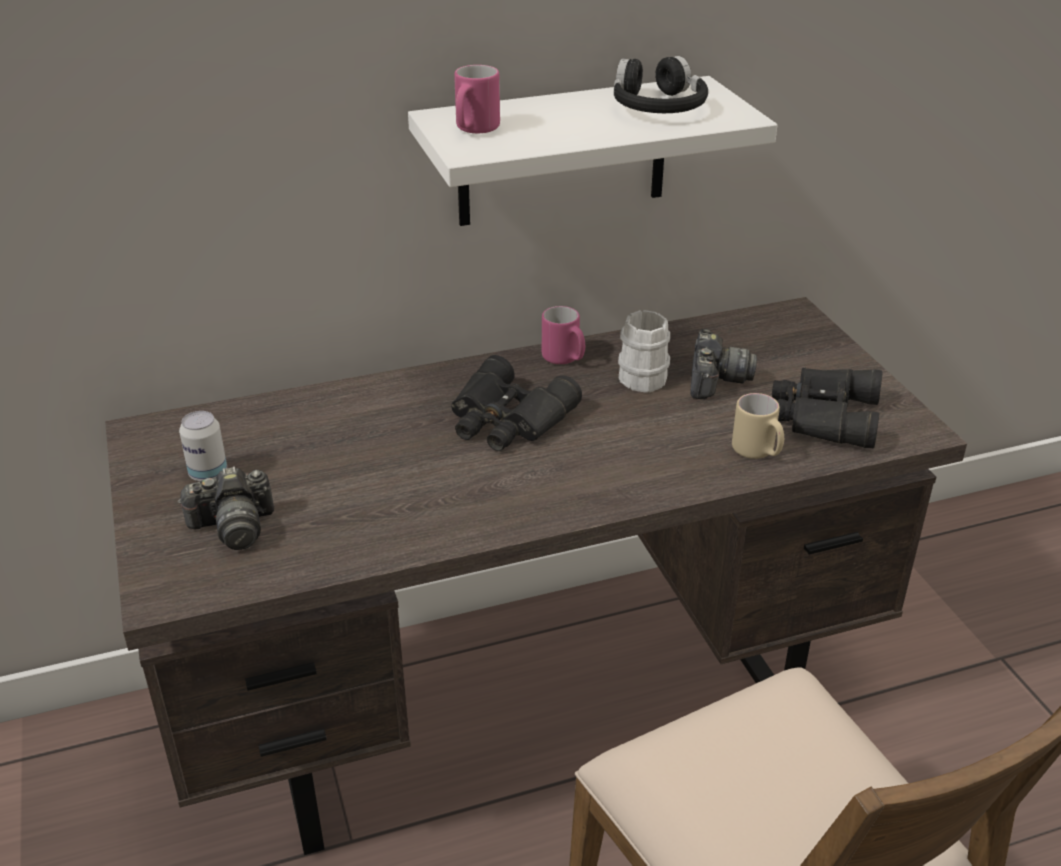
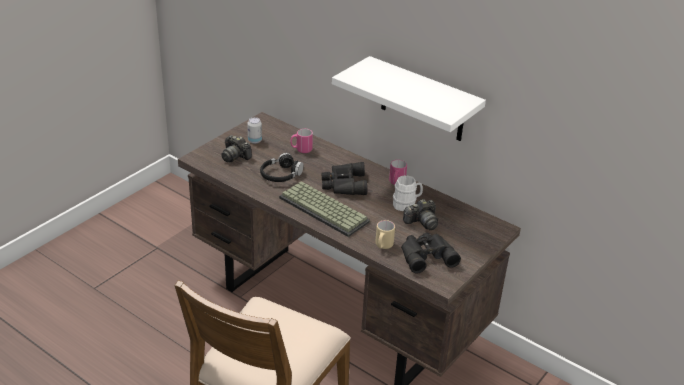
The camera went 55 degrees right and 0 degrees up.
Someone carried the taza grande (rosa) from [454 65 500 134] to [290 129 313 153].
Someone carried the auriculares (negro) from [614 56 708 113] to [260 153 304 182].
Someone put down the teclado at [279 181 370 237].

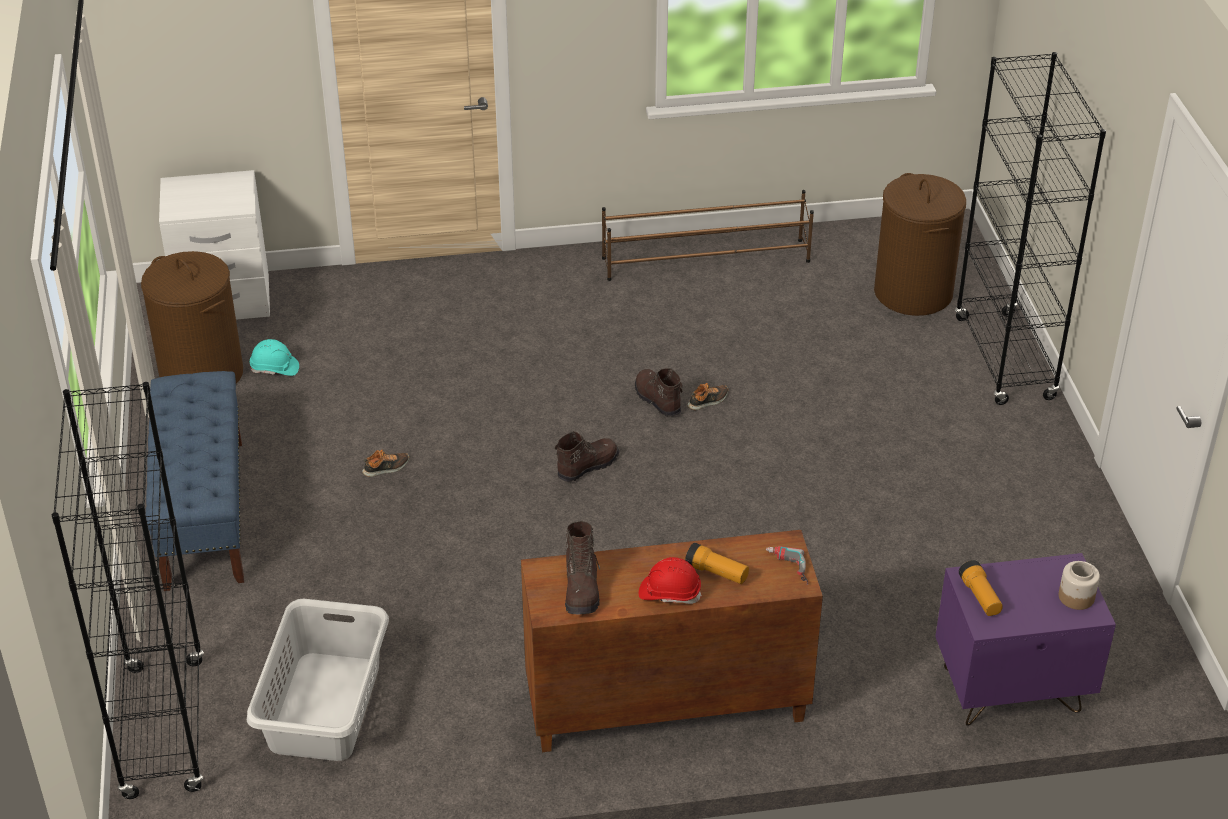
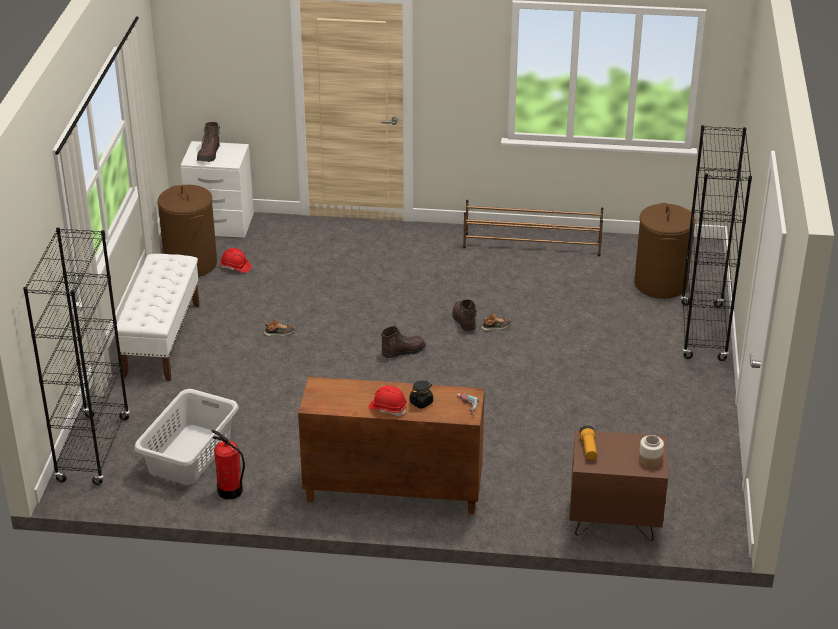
The camera went 15 degrees right and 5 degrees down.
Someone repainted the banco (azul) at [145 371 244 591], which became the banco (blanco) at [113 254 200 381].
Someone repainted the casco (turquesa) at [250 339 299 376], which became the casco (rojo) at [220 248 251 273].
Someone carried the bota (marrón) from [565 521 600 614] to [197 122 220 162].
Someone swapped the linterna at [685 543 749 584] for the tarro (negro) at [410 380 433 409].
Someone repainted the mesita de noche (morado) at [935 553 1116 726], which became the mesita de noche (marrón) at [569 430 668 541].
Someone put down the extintor at [212 430 245 499].

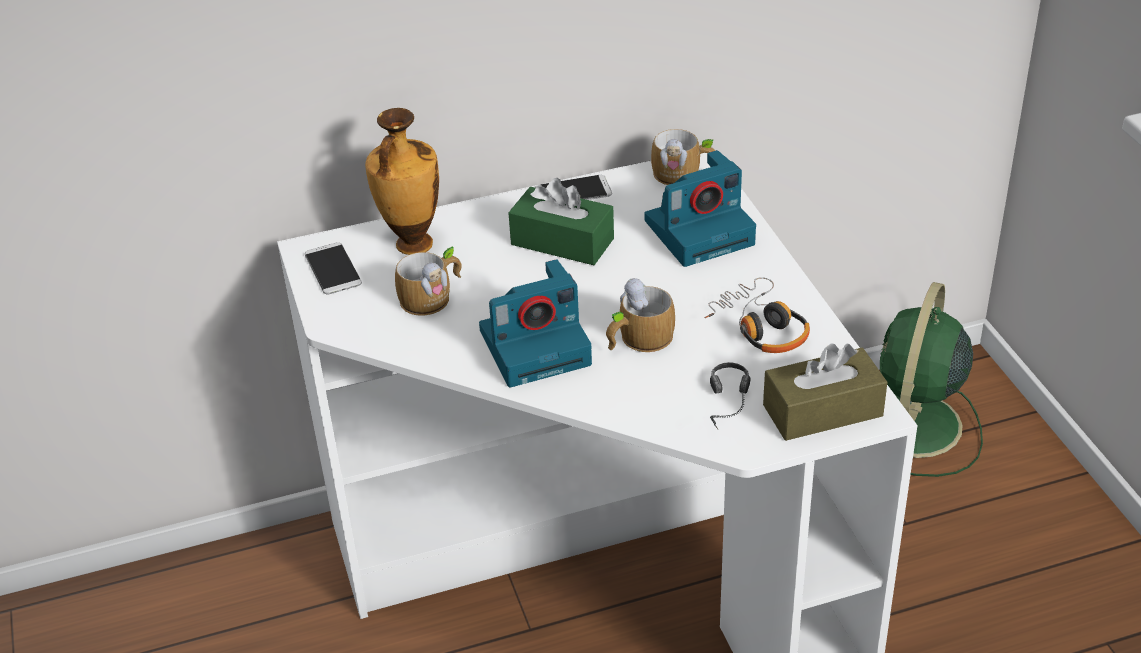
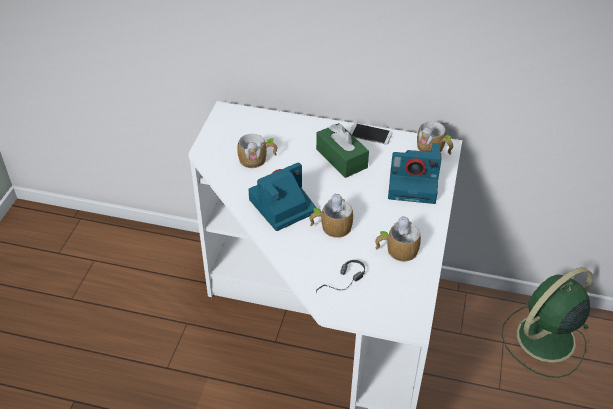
The camera went 30 degrees right and 5 degrees up.
Someone took away the móvil at [305 242 362 294].
Someone took away the florero at [365 108 439 255].
Someone rotated the cámara at [479 259 592 387] by 135 degrees clockwise.
Someone swapped the auriculares at [705 277 810 353] for the taza grande at [375 216 421 262].
Someone took away the caja de pañuelos (marrón) at [763 343 887 441].

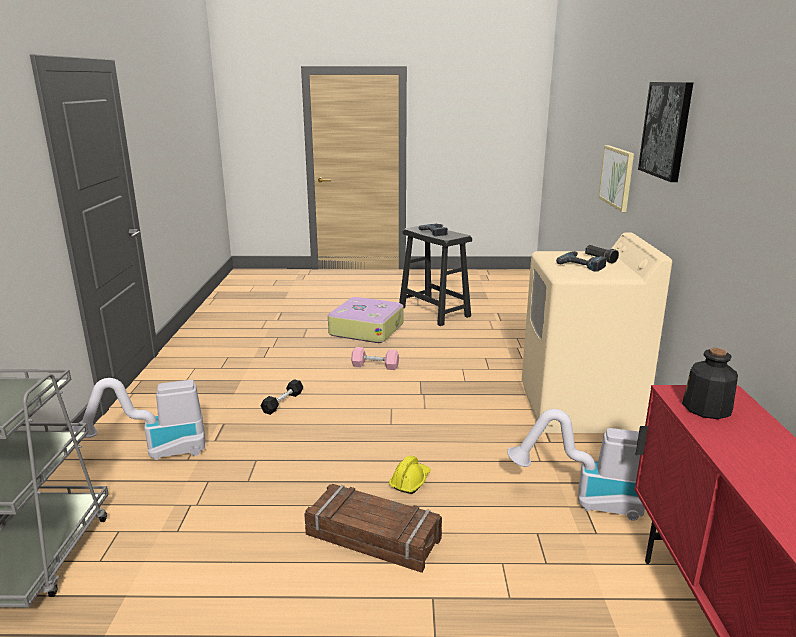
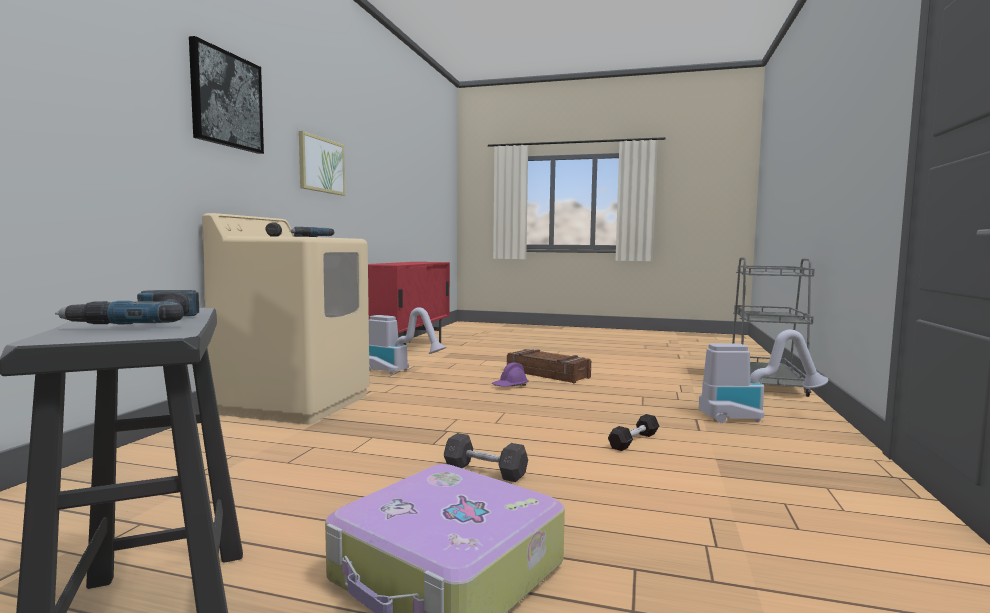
The camera went 165 degrees left and 15 degrees down.
Someone repainted the mancuerna (rosa) at [351 347 399 370], which became the mancuerna (gris) at [444 433 528 482].
Someone repainted the casco (amarillo) at [389 455 431 494], which became the casco (morado) at [492 362 529 387].
Someone carried the cuadro from [598 145 634 212] to [299 131 345 195].
Someone took away the botella at [682 348 738 419].

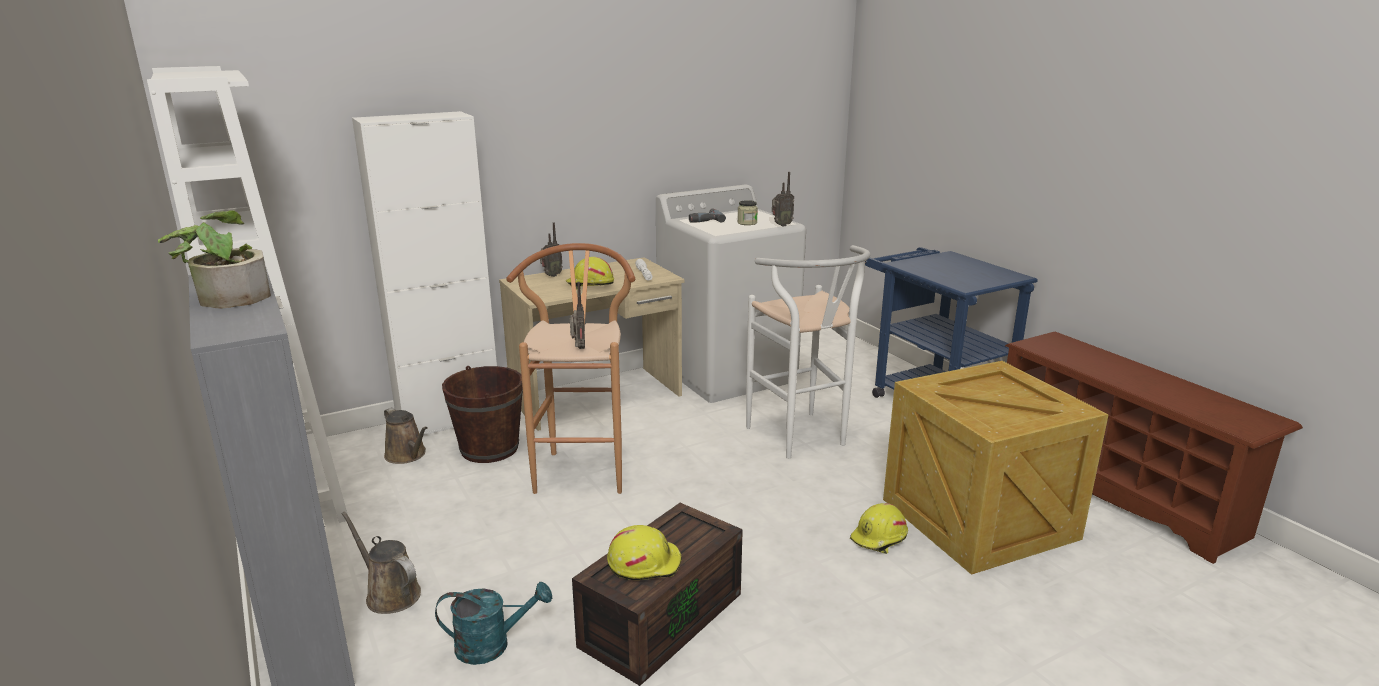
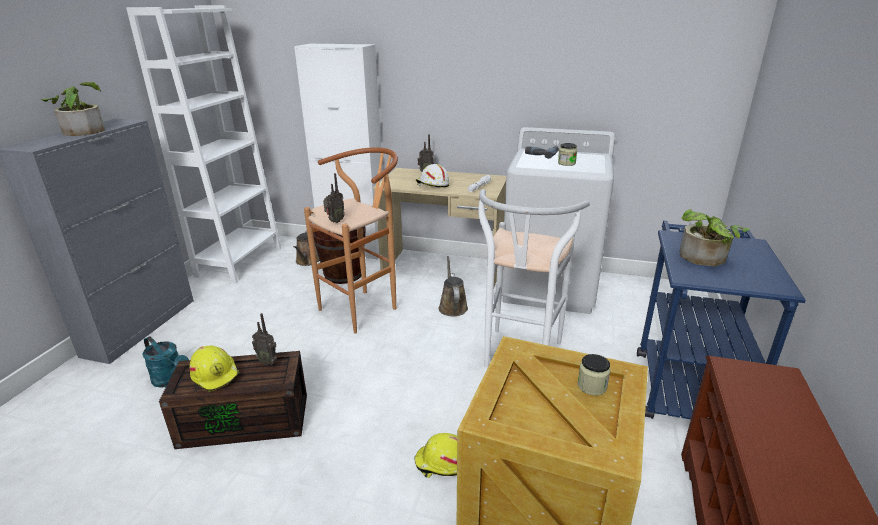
The camera went 45 degrees right and 5 degrees up.
Someone carried the regadera (marrón) from [342 511 421 614] to [439 256 468 317].
Someone repainted the casco (amarillo) at [566 257 614 289], which became the casco (blanco) at [416 164 450 187].
Someone carried the radio from [772 172 794 226] to [252 313 277 365].
Someone put down the tarro at [578 354 610 396].
Someone put down the planta en maceta at [680 209 750 267].

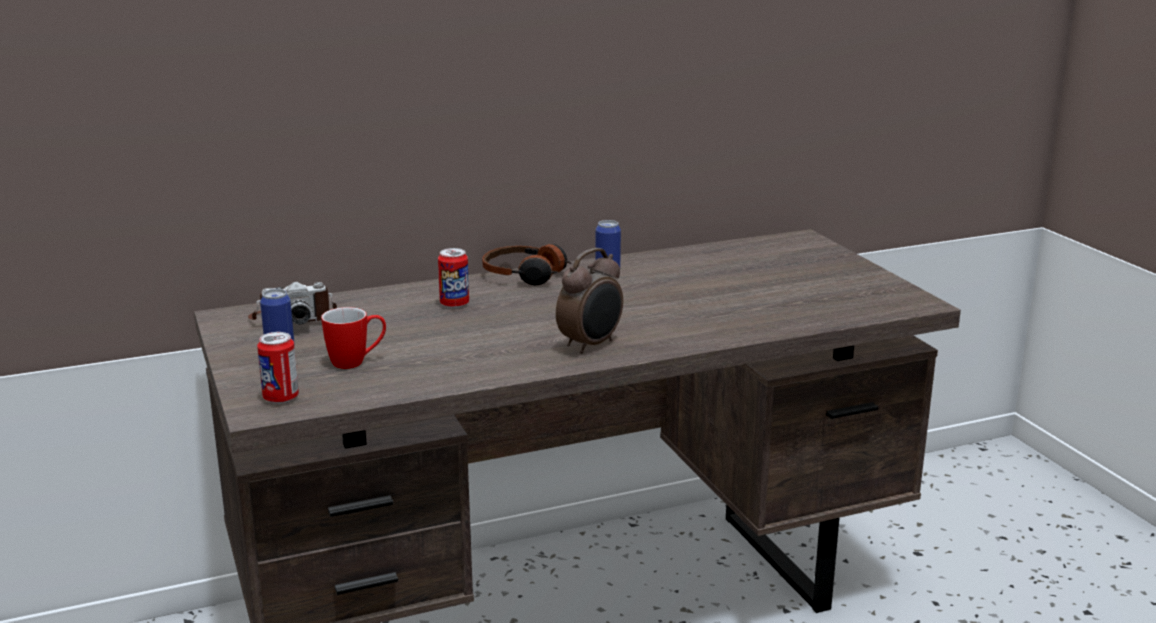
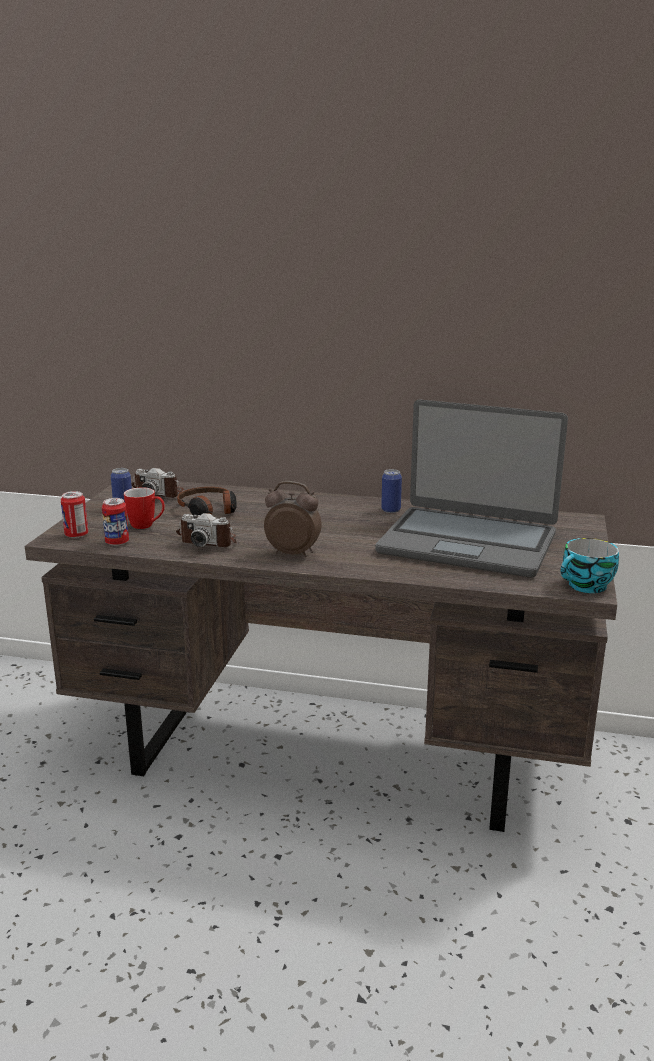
The camera went 35 degrees right and 0 degrees up.
Someone carried the lata from [438 248 469 308] to [102 498 129 546].
Someone carried the auriculares from [482 244 572 286] to [177 487 237 515].
Someone rotated the despertador at [556 248 623 354] by 150 degrees counterclockwise.
Someone put down the cámara at [176 513 237 547].
Someone put down the portátil at [375 399 568 578].
Someone put down the taza at [561 538 619 593].

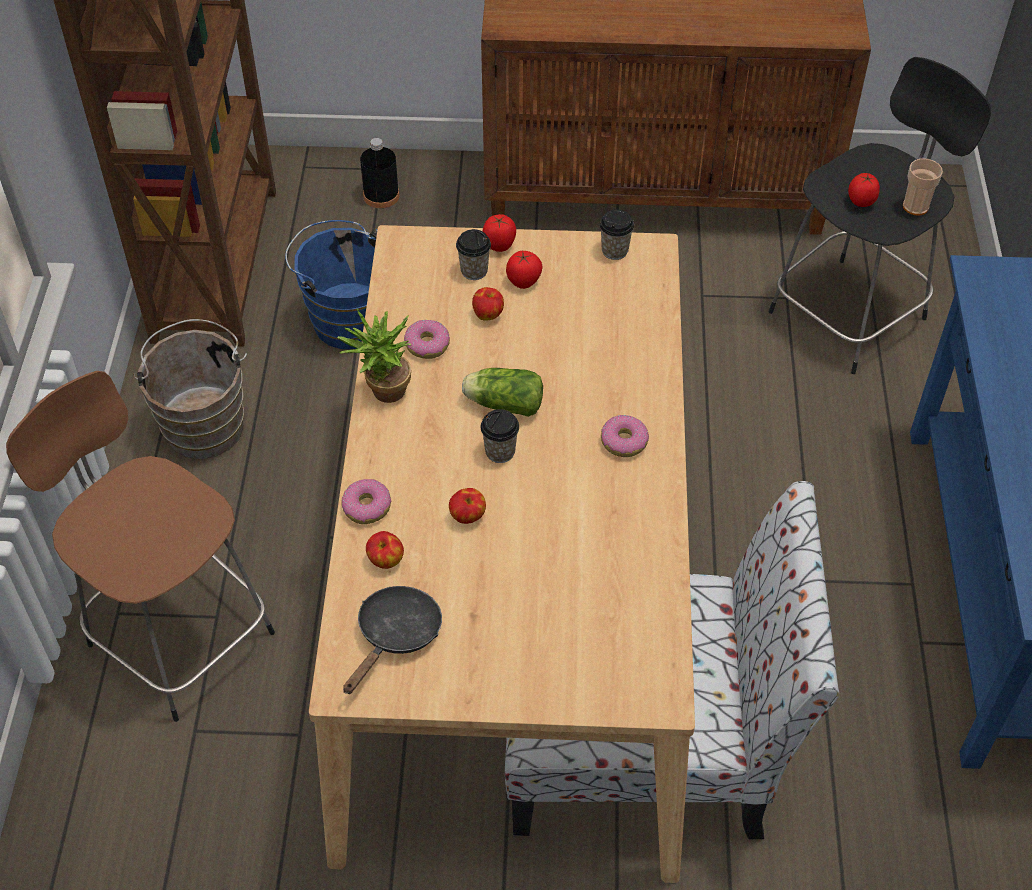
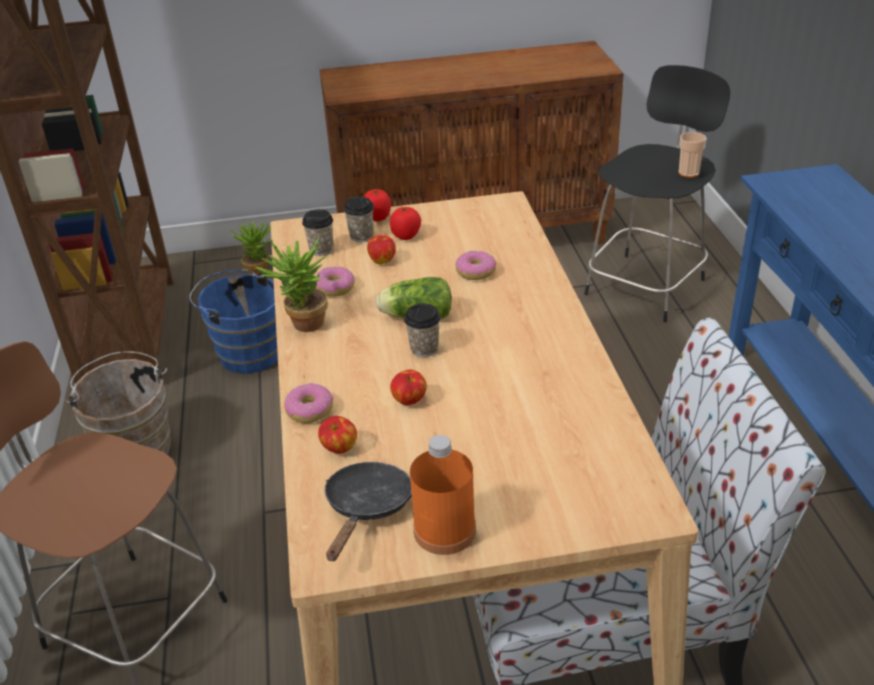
The camera went 10 degrees left and 15 degrees down.
Someone swapped the botella (negro) at [360 138 400 208] for the planta en maceta at [228 221 271 275].
Someone carried the taza from [600 209 634 260] to [302 209 333 256].
Someone carried the rosquilla from [601 415 649 457] to [455 250 496 280].
Someone took away the tomate at [848 173 880 207].
Someone put down the botella (naranja) at [410 435 476 555].

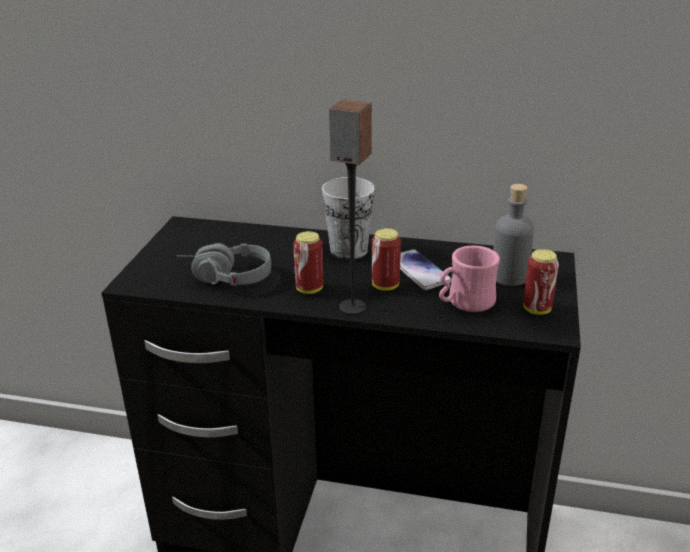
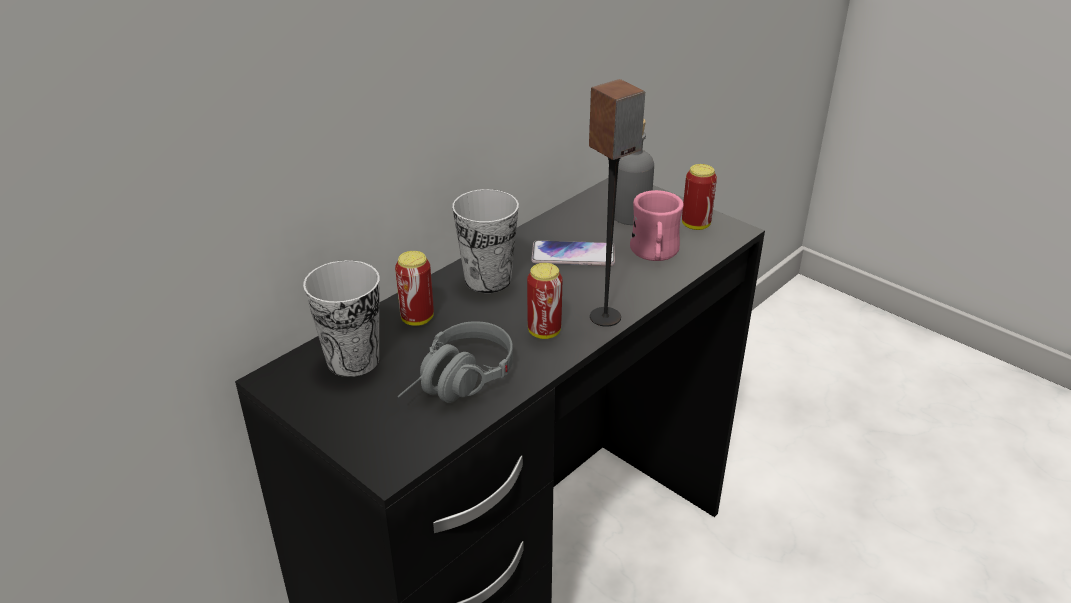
The camera went 60 degrees left and 5 degrees up.
Someone carried the lata from [372 228 401 291] to [395 251 434 326].
Someone put down the taza at [303 260 379 377].

